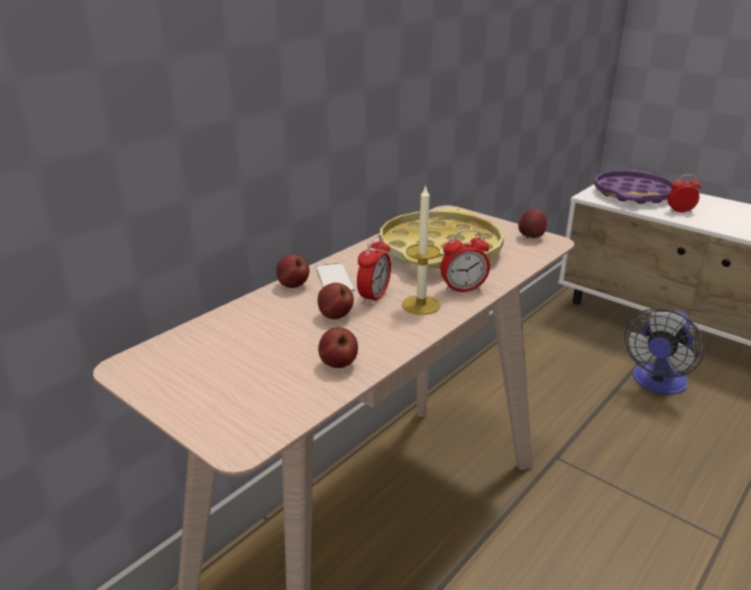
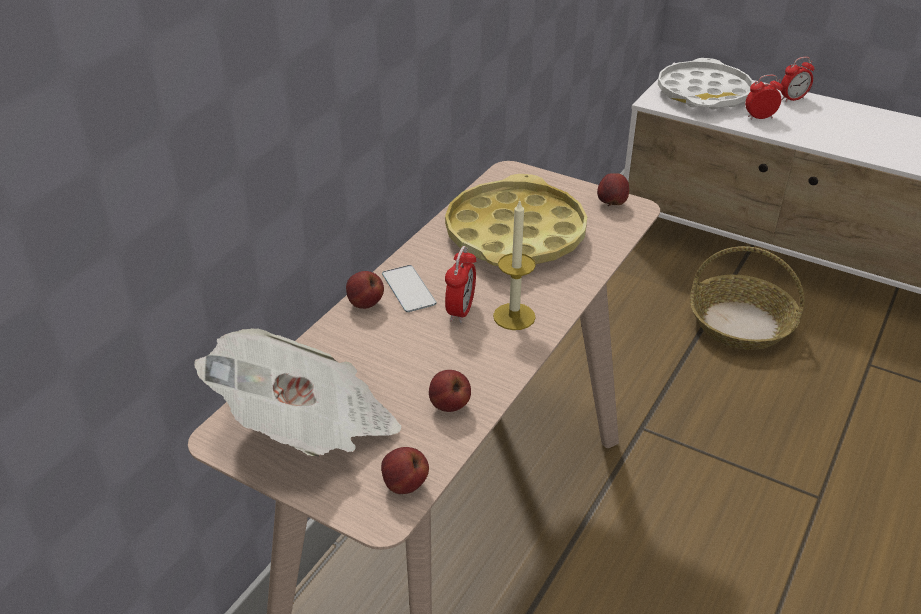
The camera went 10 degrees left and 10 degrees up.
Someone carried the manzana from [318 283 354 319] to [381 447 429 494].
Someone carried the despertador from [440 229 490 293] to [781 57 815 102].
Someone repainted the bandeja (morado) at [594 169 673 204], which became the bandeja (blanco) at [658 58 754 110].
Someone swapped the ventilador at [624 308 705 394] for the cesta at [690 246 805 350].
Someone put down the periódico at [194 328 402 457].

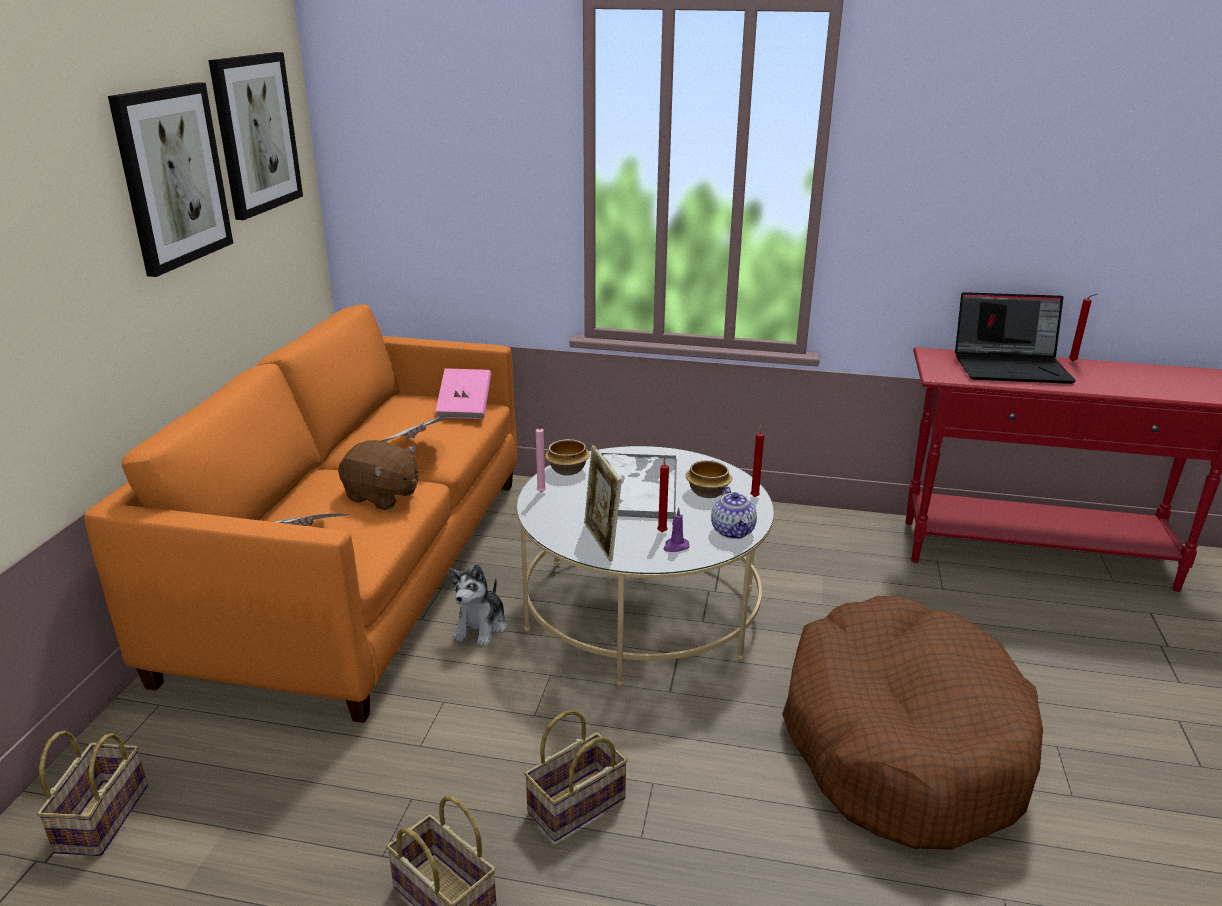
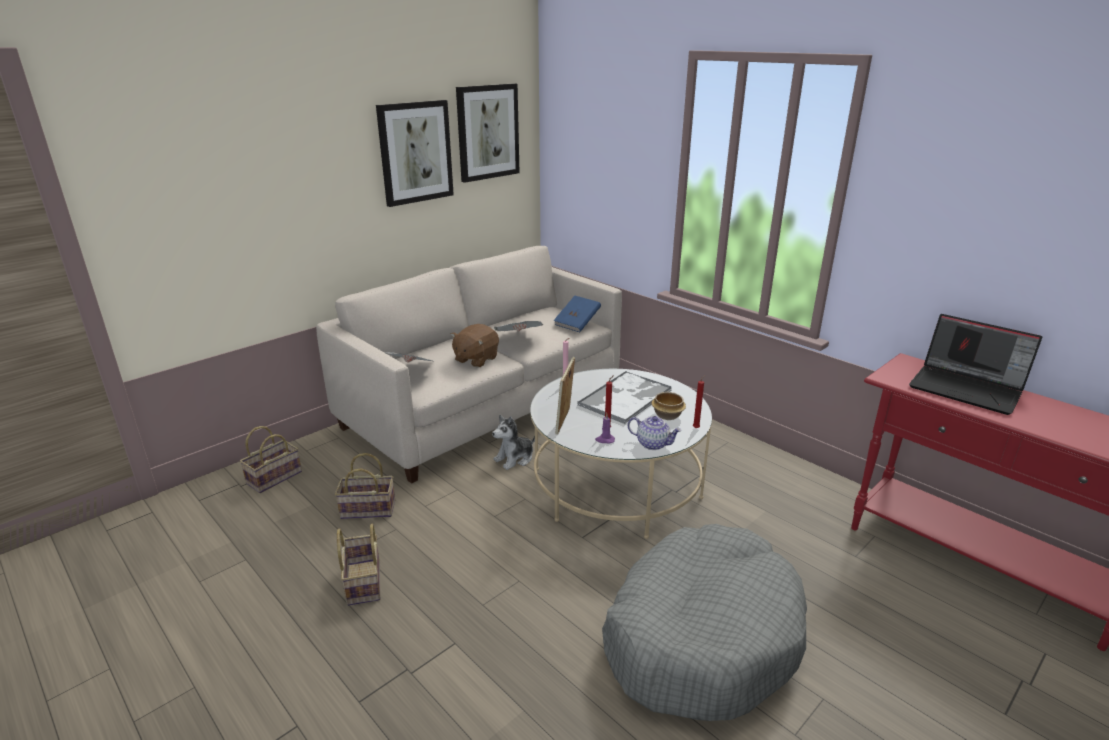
The camera went 35 degrees right and 0 degrees up.
Someone repainted the sofá (naranja) at [84 304 517 723], which became the sofá (beis) at [316 246 622 484].
Someone rotated the peluche (marrón) at [338 440 419 510] by 60 degrees clockwise.
Someone repainted the libro (rosa) at [435 368 492 419], which became the libro (azul) at [553 296 601 332].
Someone carried the cesta from [524 710 628 842] to [335 453 395 519].
Someone took away the cuenco at [545 439 590 475].
Someone rotated the tetera at [711 486 757 539] by 90 degrees counterclockwise.
Someone repainted the cama para perro (marrón) at [782 596 1043 850], which became the cama para perro (gris) at [602 524 807 721].
Someone took away the vela (rojo) at [1069 294 1097 362].

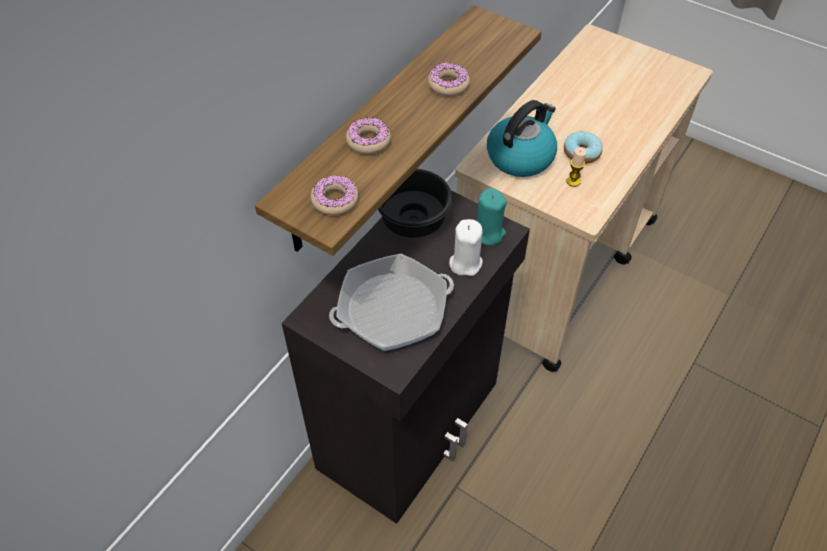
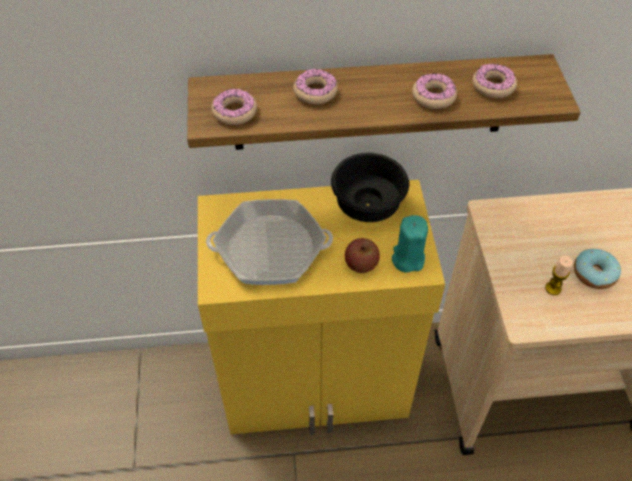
The camera went 50 degrees right and 0 degrees up.
Someone repainted the armario (negro) at [282 191 530 524], which became the armario (amarillo) at [198 180 445 435].
Someone rotated the sartén at [329 254 454 351] by 150 degrees clockwise.
Someone swapped the vela (blanco) at [449 219 483 276] for the manzana at [345 238 380 273].
Someone took away the hervidor at [487 100 557 177].
Someone put down the rosquilla at [473 64 517 98].

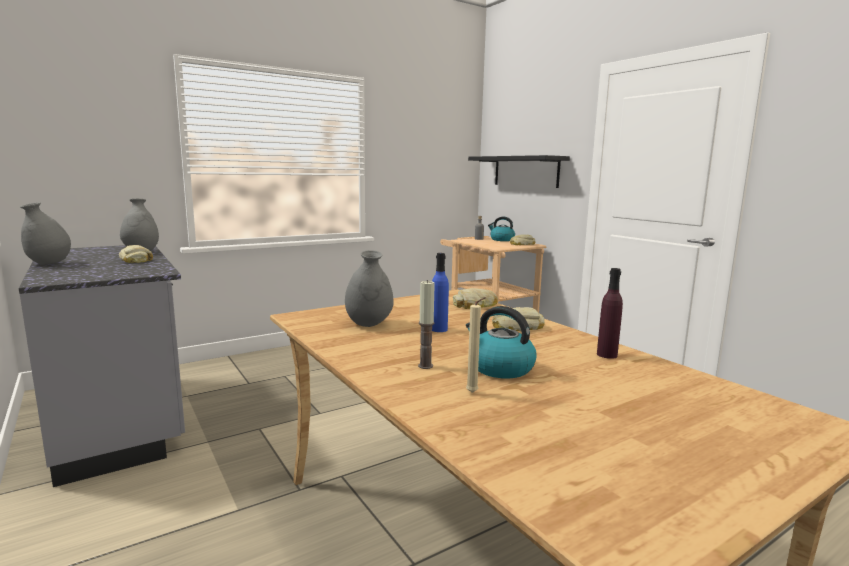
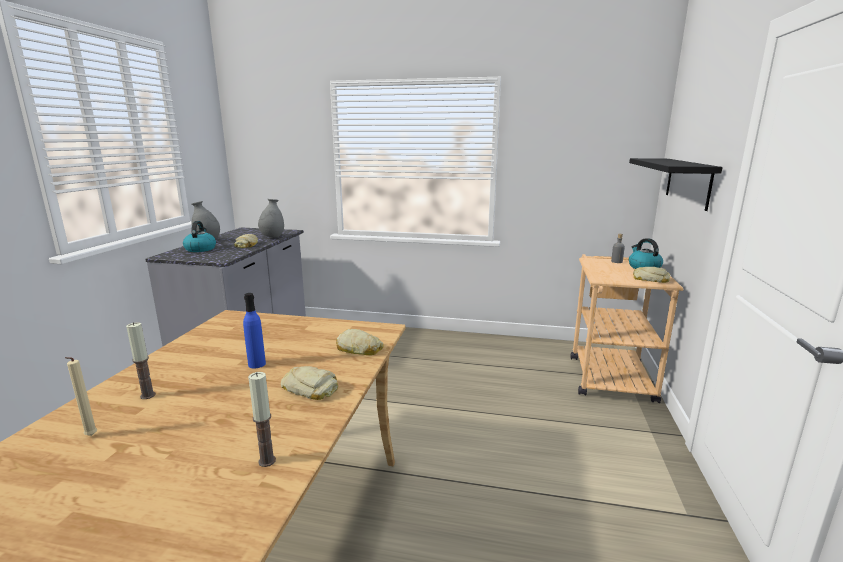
The camera went 45 degrees right and 5 degrees up.
Someone took away the florero (gris) at [345 250 394 327].
Someone carried the hervidor from [466 306 537 379] to [183 221 216 252].
Someone swapped the botella (morado) at [597 268 623 359] for the vela at [248 372 276 467].

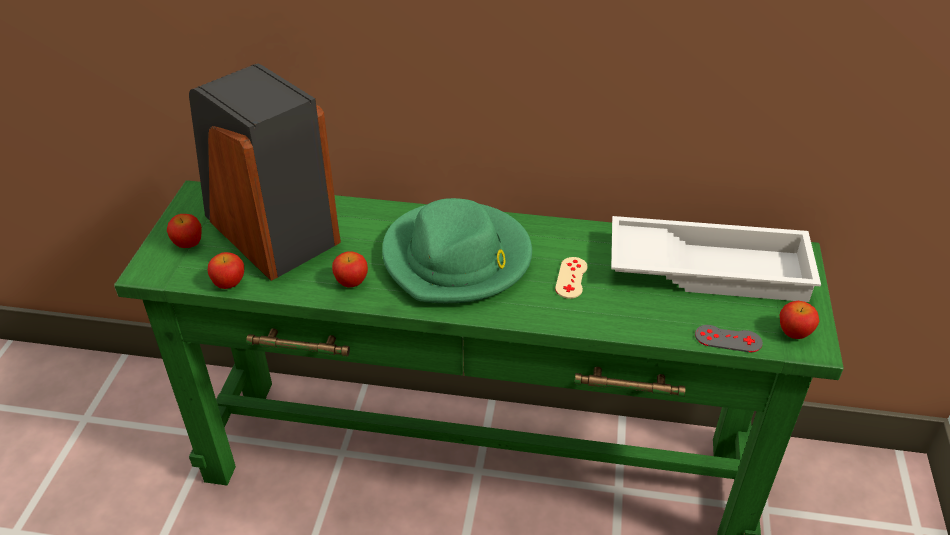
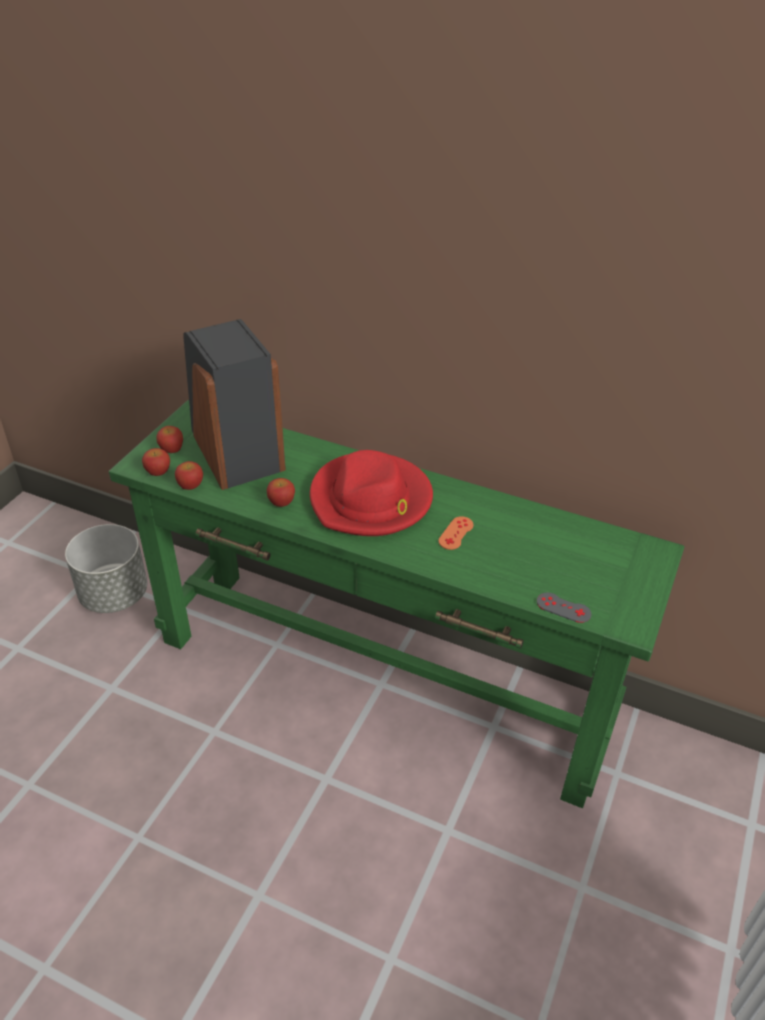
The camera went 15 degrees right and 0 degrees up.
Someone repainted the sombrero (verde) at [382 198 532 303], which became the sombrero (rojo) at [310 450 433 536].
Someone repainted the mando de consola (beis) at [555 257 587 299], which became the mando de consola (naranja) at [438 516 473 550].
Someone took away the bandeja (blanco) at [611 216 821 302].
Someone carried the manzana from [780 301 819 339] to [142 448 170 476].
Someone put down the maceta (gris) at [65 524 147 613].

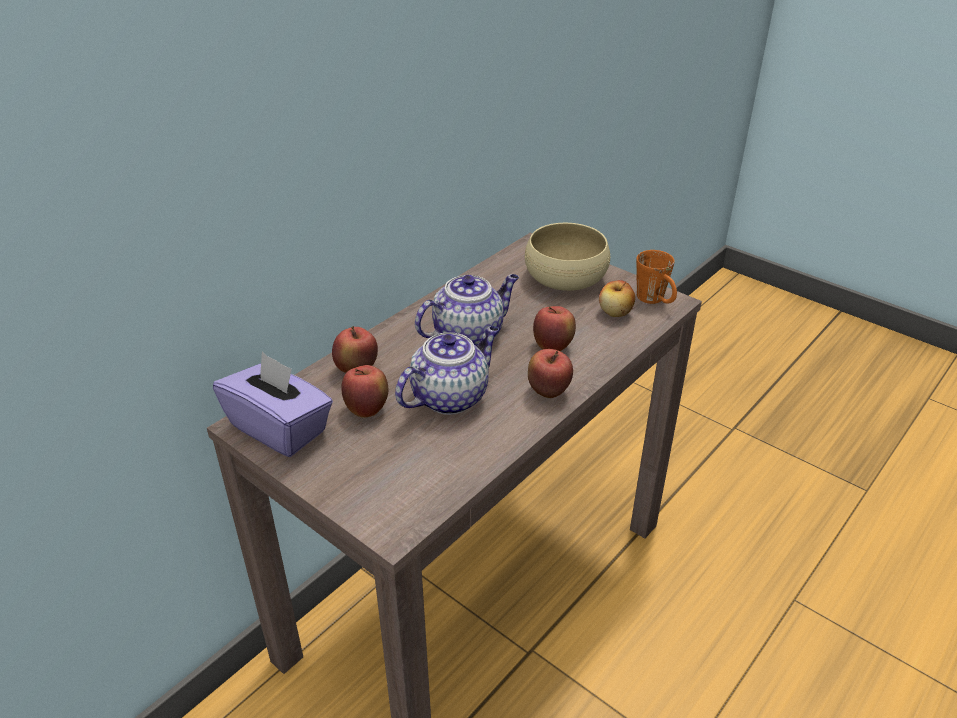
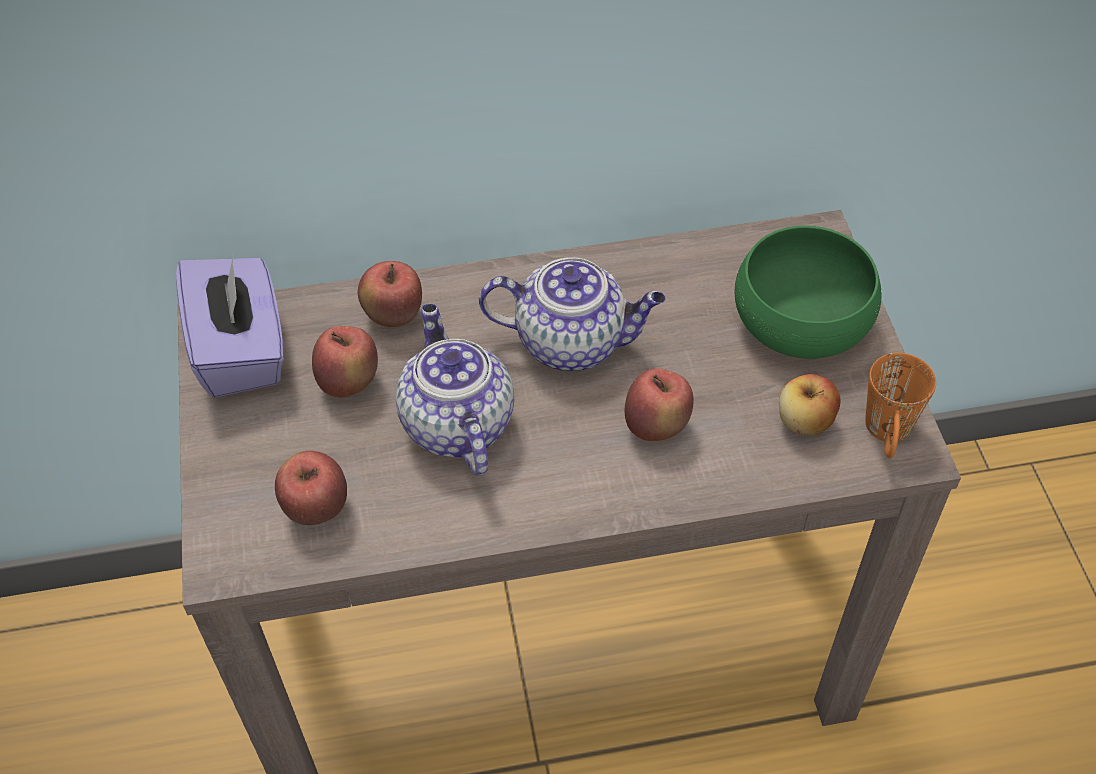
The camera went 40 degrees right and 15 degrees up.
Someone rotated the tetera at [395 326 499 415] by 105 degrees counterclockwise.
Someone repainted the cuenco (beis) at [525 223 610 291], which became the cuenco (verde) at [735 226 881 359].
Someone carried the manzana from [528 349 573 398] to [275 451 347 525].

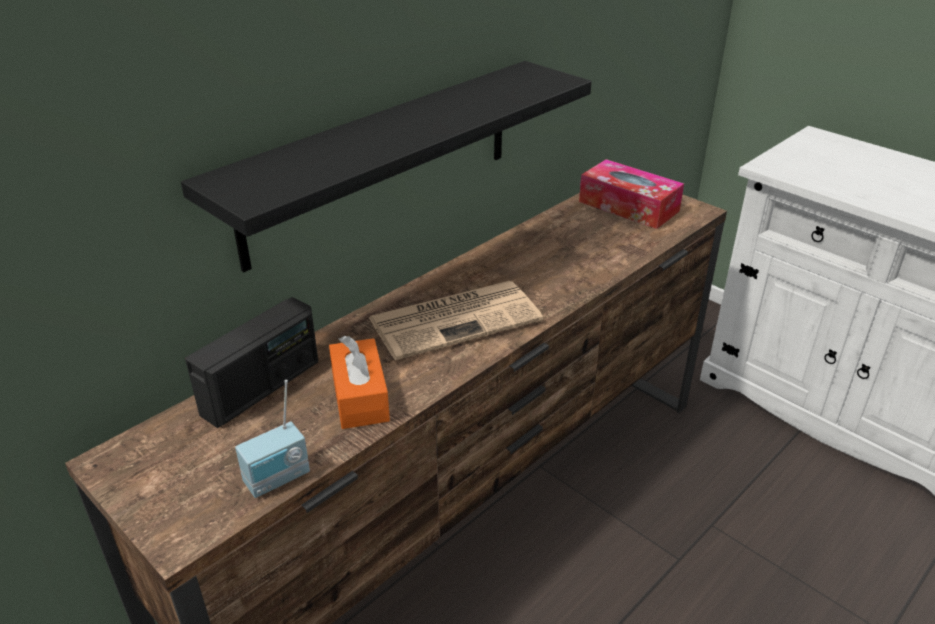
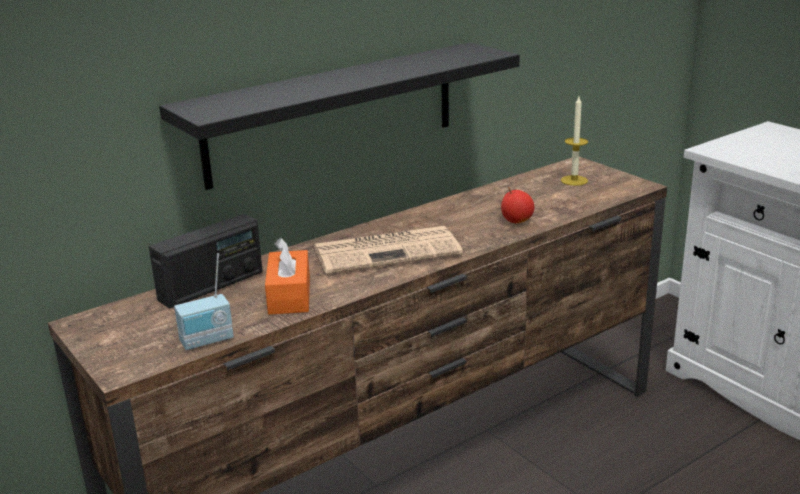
The camera went 10 degrees right and 10 degrees down.
Someone swapped the caja de pañuelos at [579 159 684 229] for the vela at [561 97 588 186].
Someone put down the manzana at [501 187 535 223].

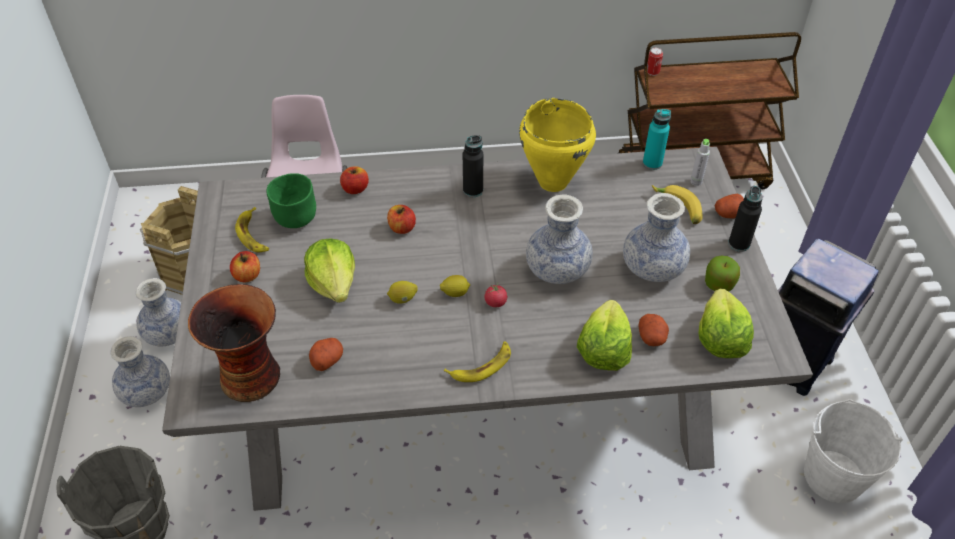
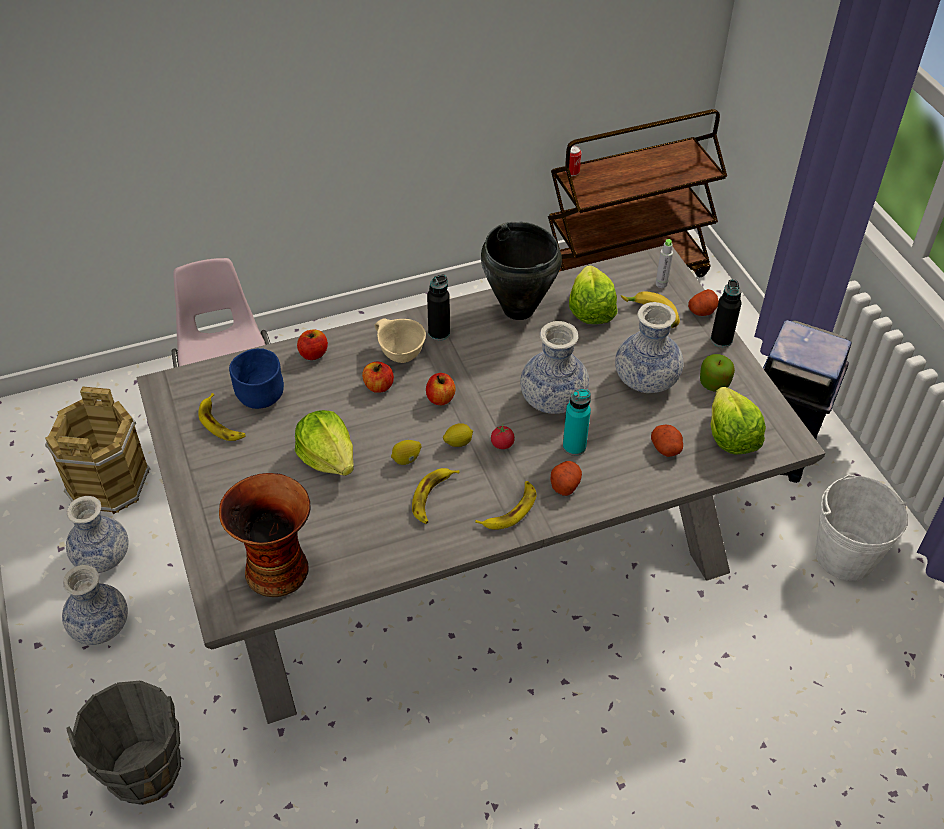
The camera went 15 degrees left and 0 degrees up.
Someone carried the manzana from [230 251 260 283] to [426 373 456 405].
Someone repainted the cuenco (verde) at [266 173 316 228], which became the cuenco (azul) at [229 348 284 409].
Someone carried the patata from [309 338 343 371] to [551 461 582 496].
Someone repainted the olla (amarillo) at [519 98 596 192], which became the olla (negro) at [481 222 562 320].
Someone carried the lechuga from [577 300 632 371] to [569 265 617 324].
Someone carried the botella (turquesa) from [643 109 671 170] to [563 389 591 456].
Someone put down the cuenco (beis) at [375 318 426 363].
Someone put down the plátano at [412 468 460 524].

